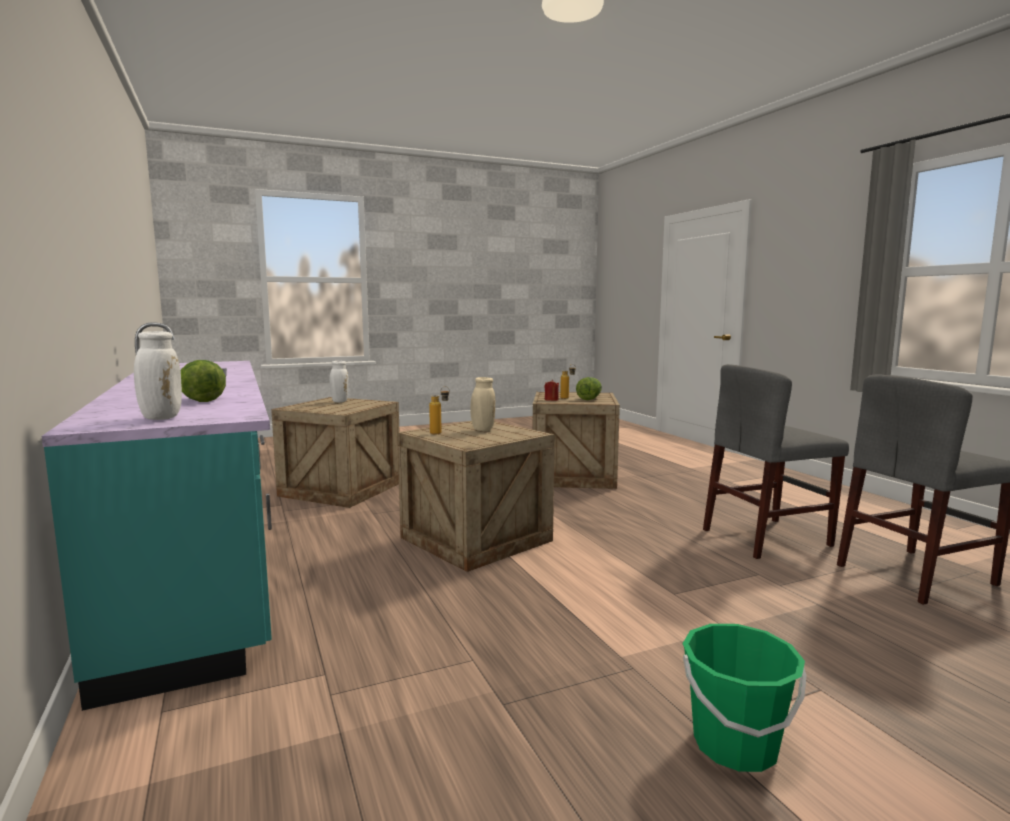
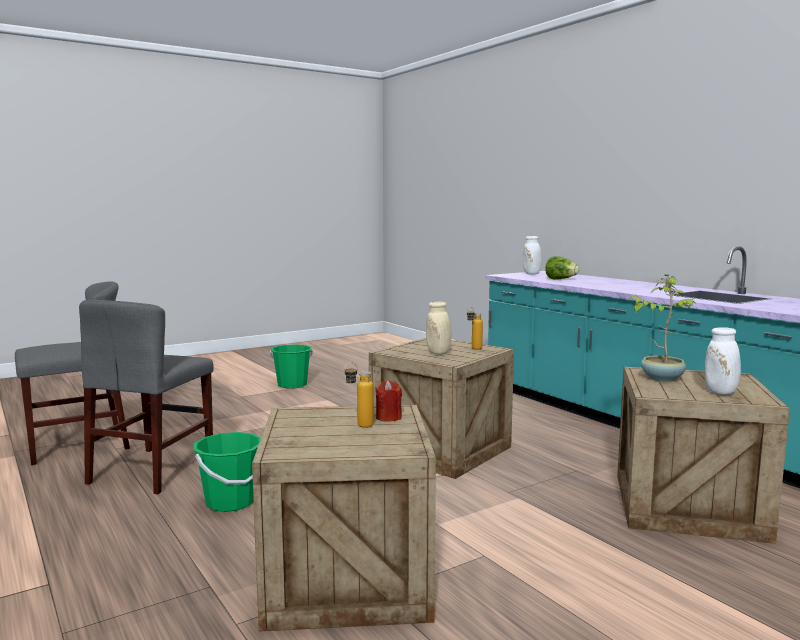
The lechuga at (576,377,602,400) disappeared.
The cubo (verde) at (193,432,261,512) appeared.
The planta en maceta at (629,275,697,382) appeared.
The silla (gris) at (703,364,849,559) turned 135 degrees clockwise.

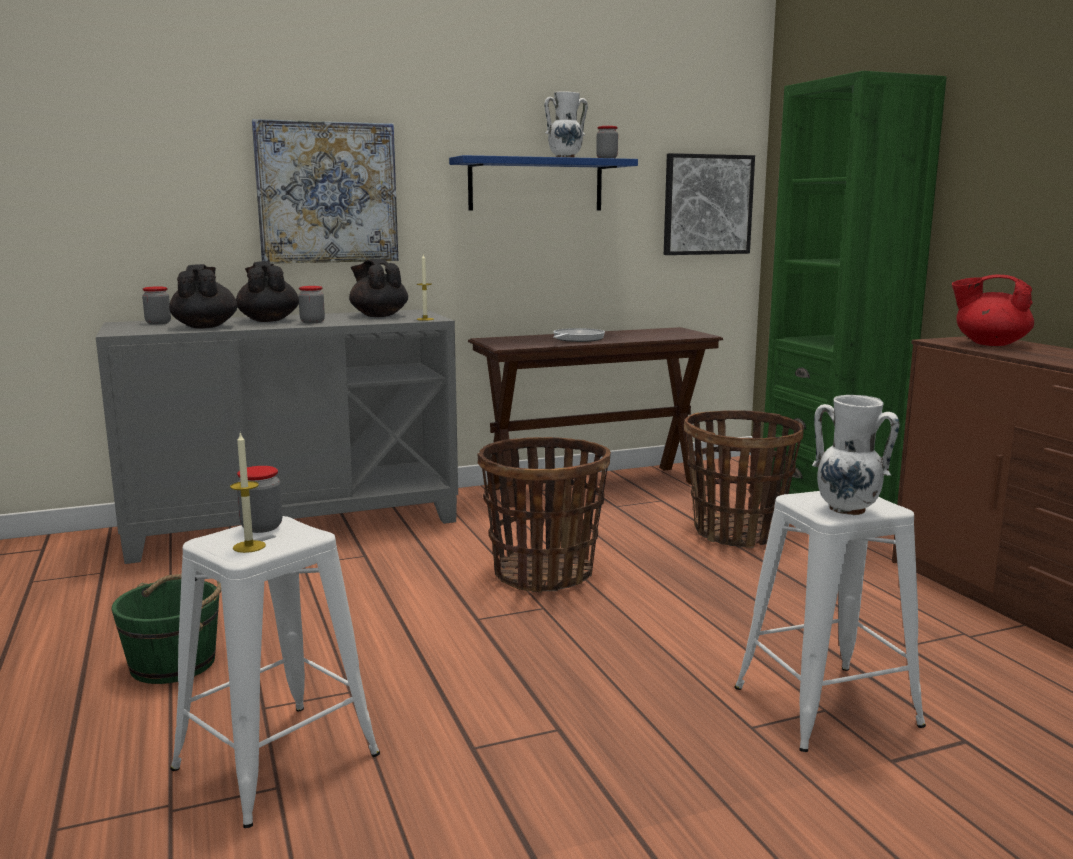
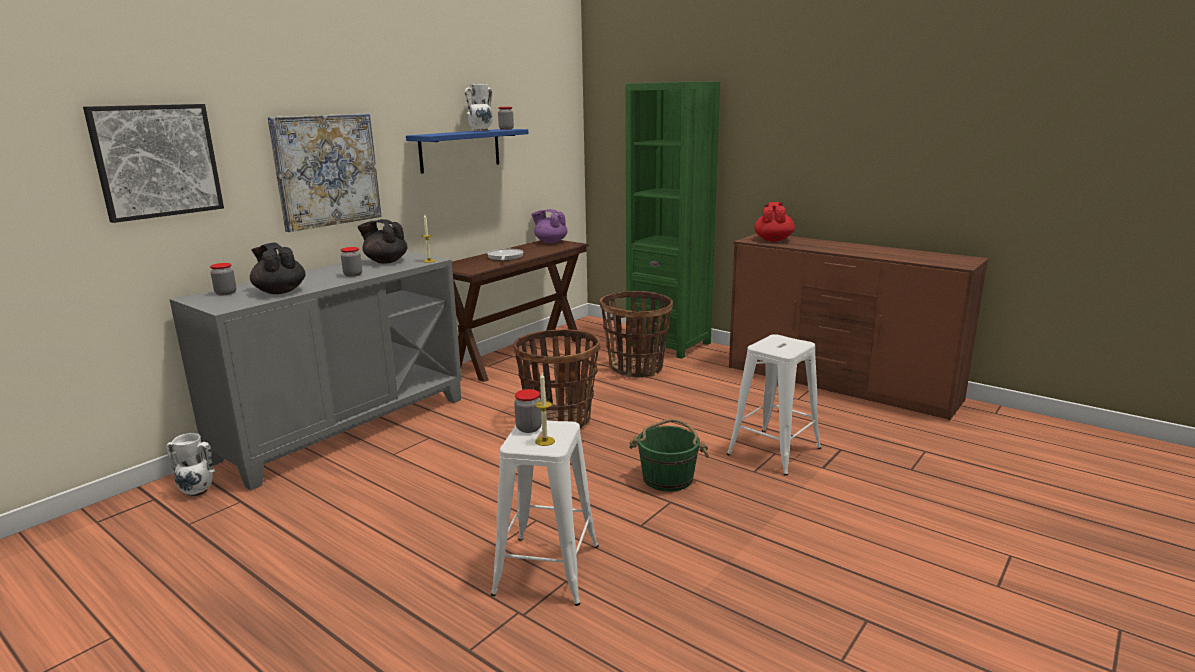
The tetera (negro) at (236,261,299,322) disappeared.
The tetera (morado) at (531,209,568,243) appeared.
The cubo (verde) moved from (112,574,221,684) to (629,419,709,491).
The cuadro moved from (664,153,755,255) to (83,104,224,223).
The florero (blanco) moved from (812,395,899,515) to (166,433,215,496).
The tetera (rojo) at (952,274,1034,346) turned 105 degrees clockwise.

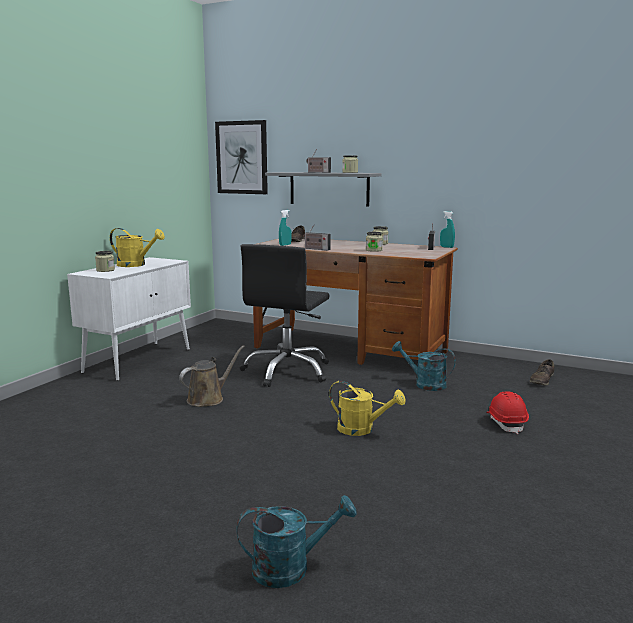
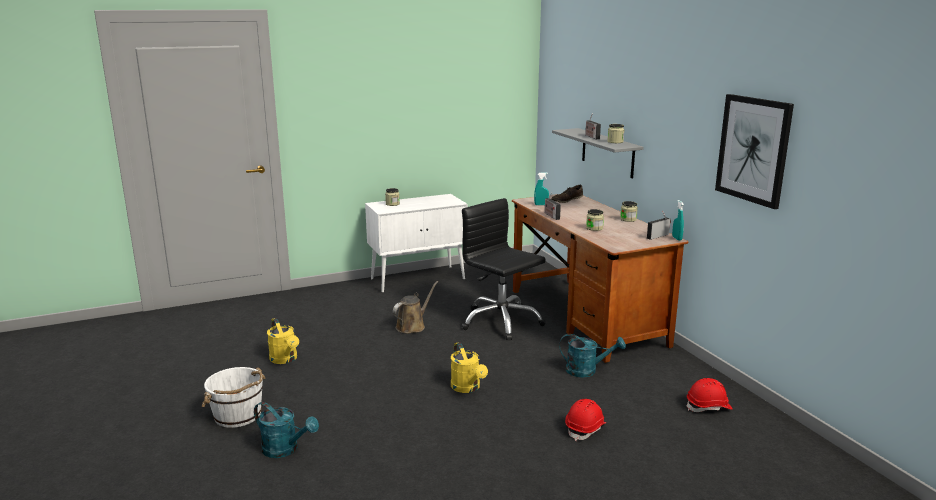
The cubo (blanco) at (202,367,265,428) appeared.
The regadera (amarillo) moved from (110,228,165,267) to (267,318,299,364).
The cuadro moved from (215,120,268,194) to (715,94,794,209).
The zapato (marrón) at (530,359,554,385) was replaced by the casco (rojo) at (687,378,733,412).
The regadera (marrón) at (179,345,245,407) turned 45 degrees counterclockwise.
The silla de oficina (negro) at (240,244,330,387) turned 75 degrees clockwise.
The regadera (turquesa) at (392,341,456,391) turned 120 degrees clockwise.

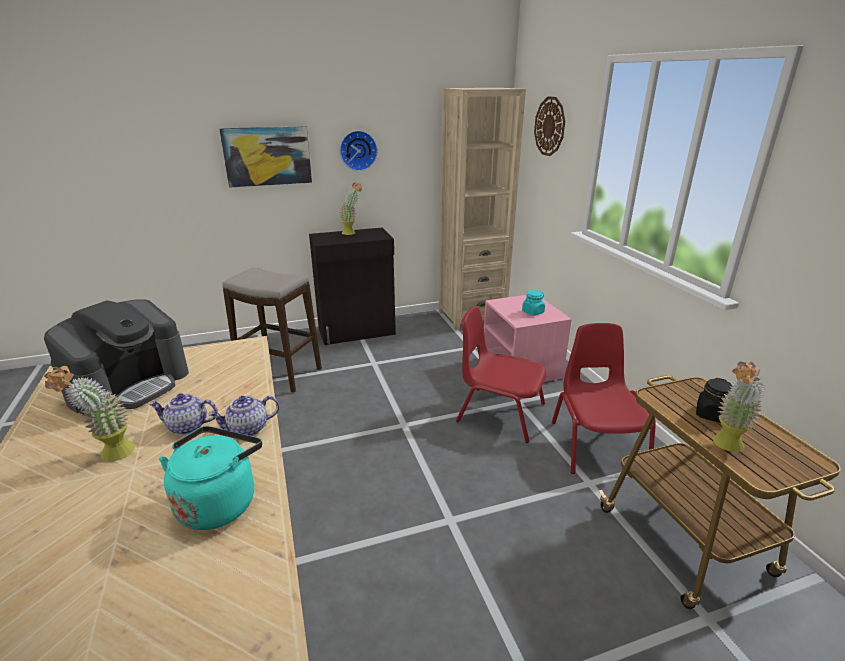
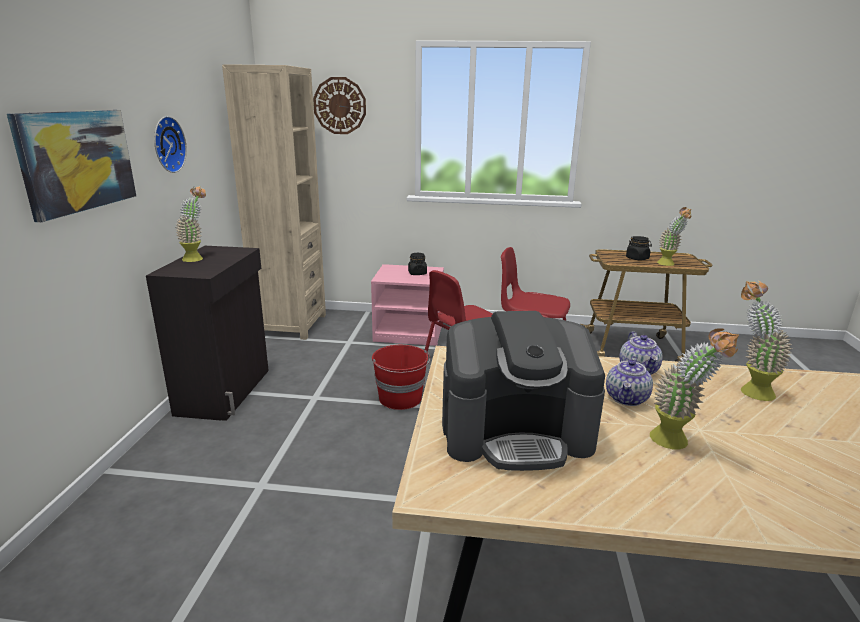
The taburete at (223,267,322,393) disappeared.
The cubo (rojo) at (372,345,430,410) appeared.
The hervidor (turquesa) at (159,426,262,530) was replaced by the planta en maceta at (741,280,792,401).
The tarro (turquesa) at (522,290,545,316) became the tarro (negro) at (408,253,427,275).
The cafetera at (44,299,189,415) turned 120 degrees clockwise.

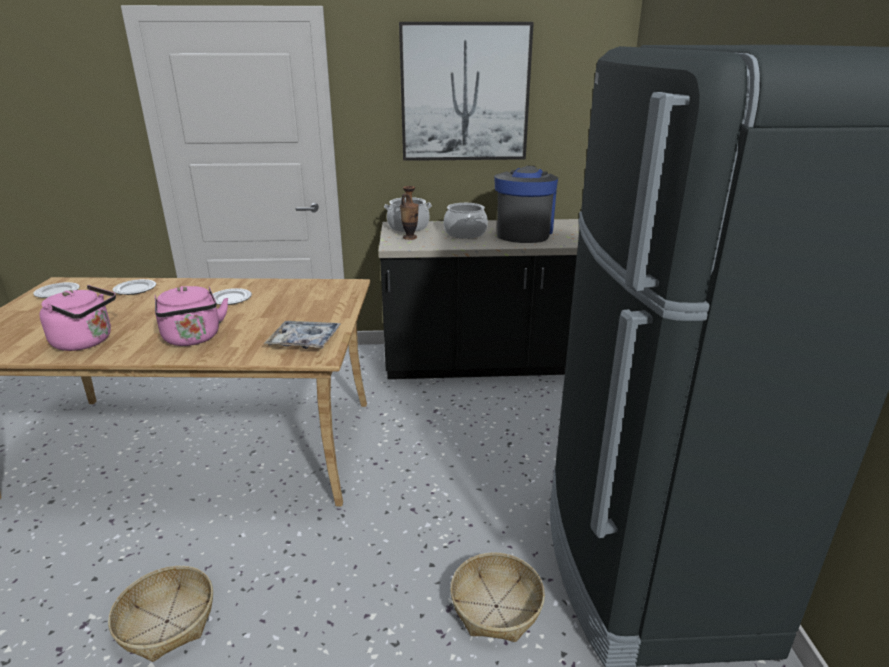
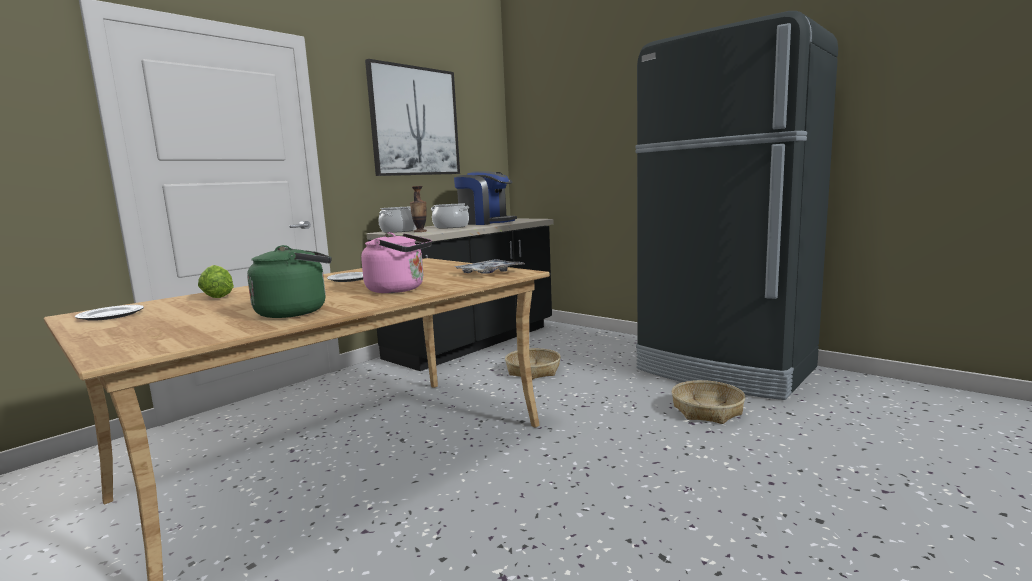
The cesta moved from (108,566,213,662) to (505,348,561,380).
The plato at (113,279,156,295) was replaced by the lechuga at (198,265,234,298).
The hervidor (rosa) at (39,285,116,351) became the hervidor (verde) at (247,245,332,318).
The cafetera at (494,166,558,243) turned 150 degrees clockwise.

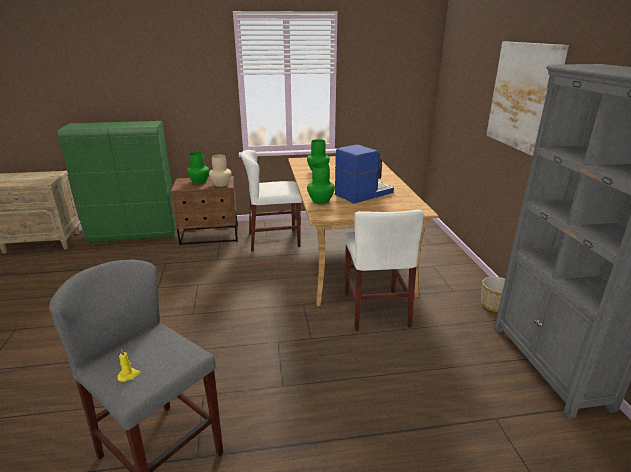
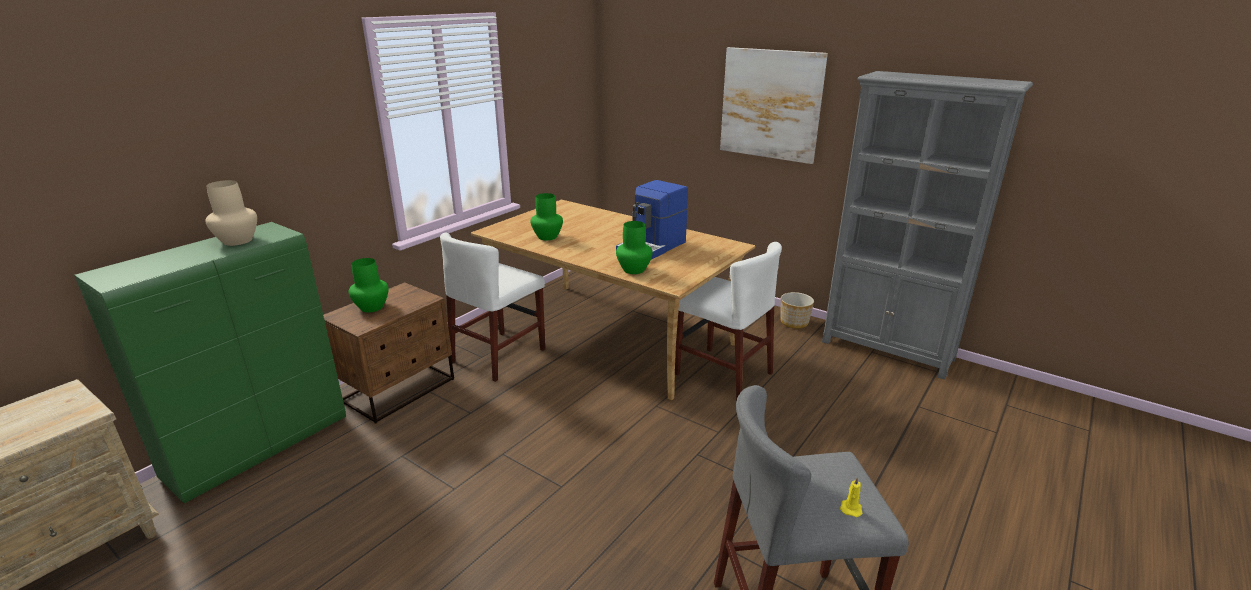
The florero (beis) moved from (209,154,231,187) to (205,180,257,246).
The cafetera at (335,144,394,204) turned 150 degrees counterclockwise.

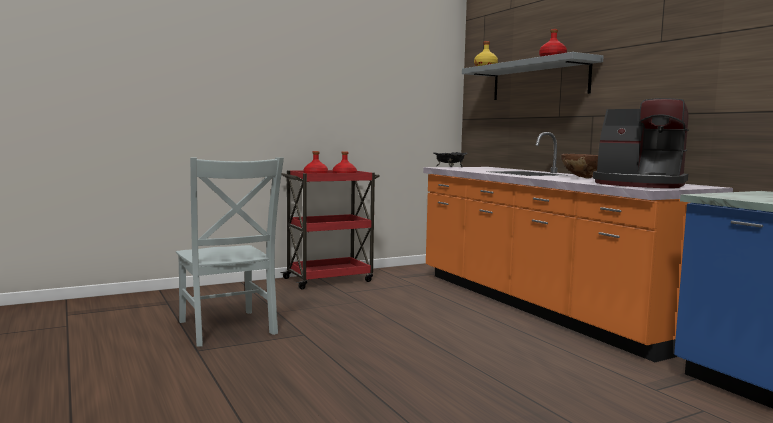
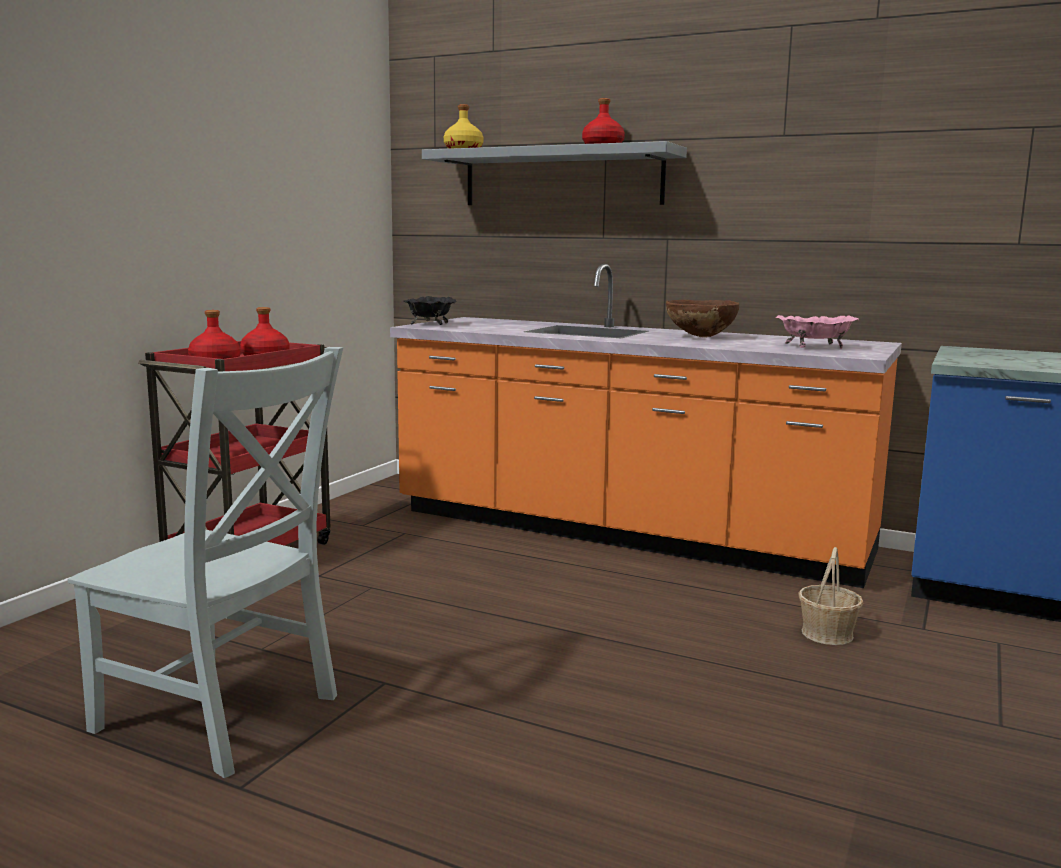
The cesta at (798,547,864,645) appeared.
The cafetera at (593,98,689,188) was replaced by the cuenco (rosa) at (775,315,859,349).

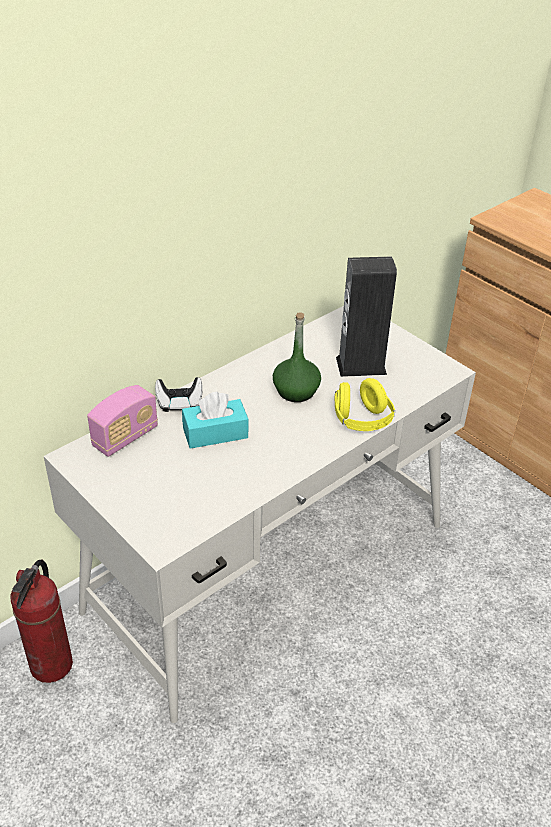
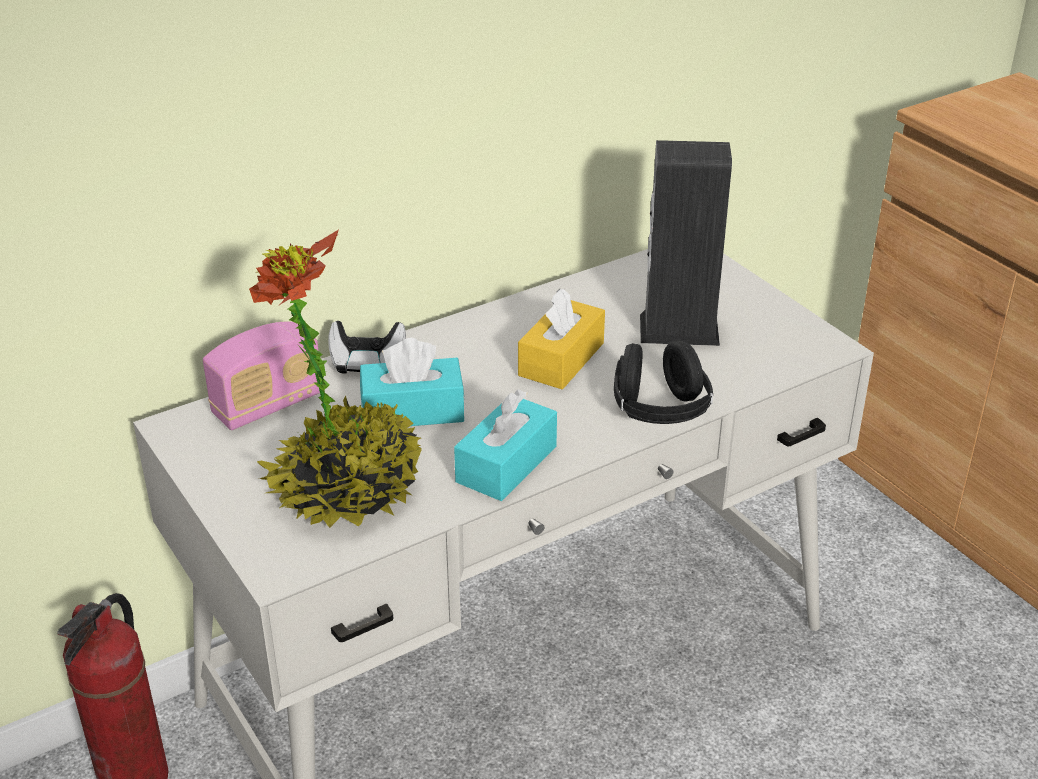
The planta en maceta at (249,229,422,528) appeared.
The caja de pañuelos (turquesa) at (454,389,557,501) appeared.
The botella (verde) at (273,312,321,402) was replaced by the caja de pañuelos (amarillo) at (518,289,605,389).
The auriculares (amarillo) at (334,378,395,431) became the auriculares (negro) at (614,340,713,424).

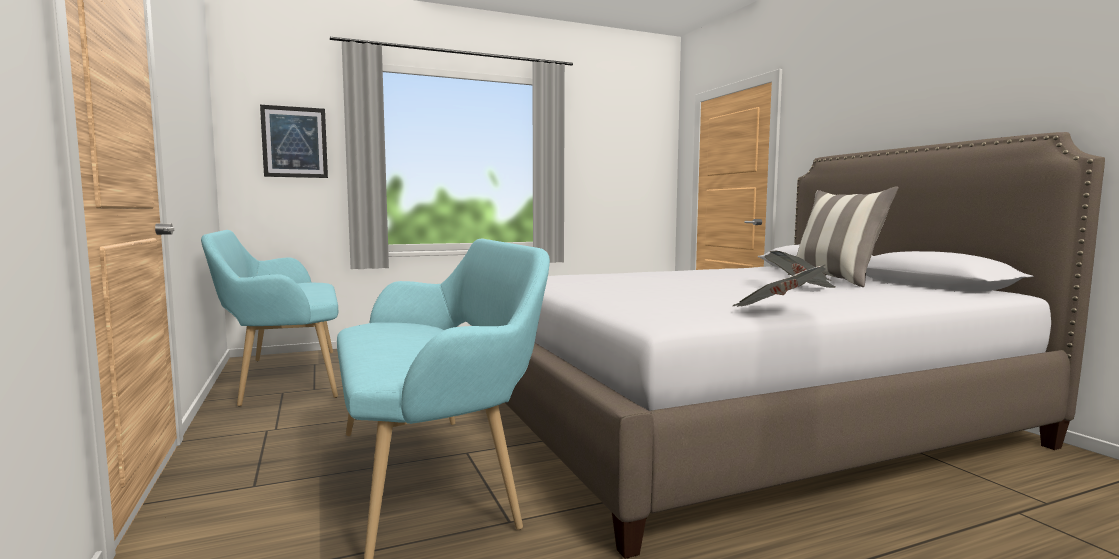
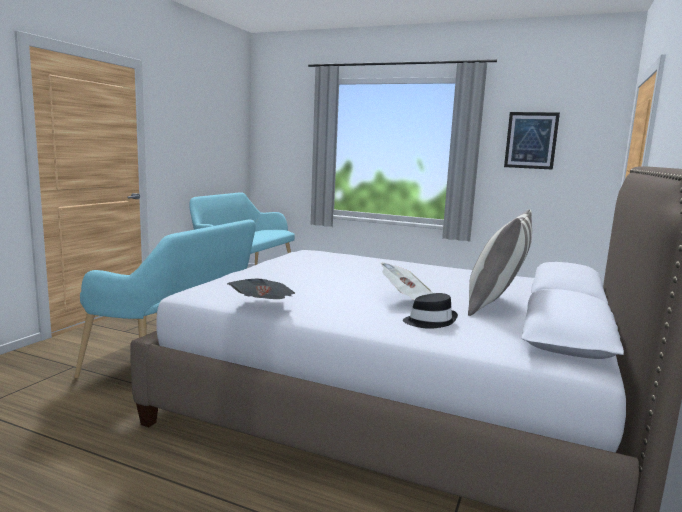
The sombrero (negro) at (403,293,458,329) appeared.
The cuadro moved from (260,105,328,178) to (504,112,560,170).

